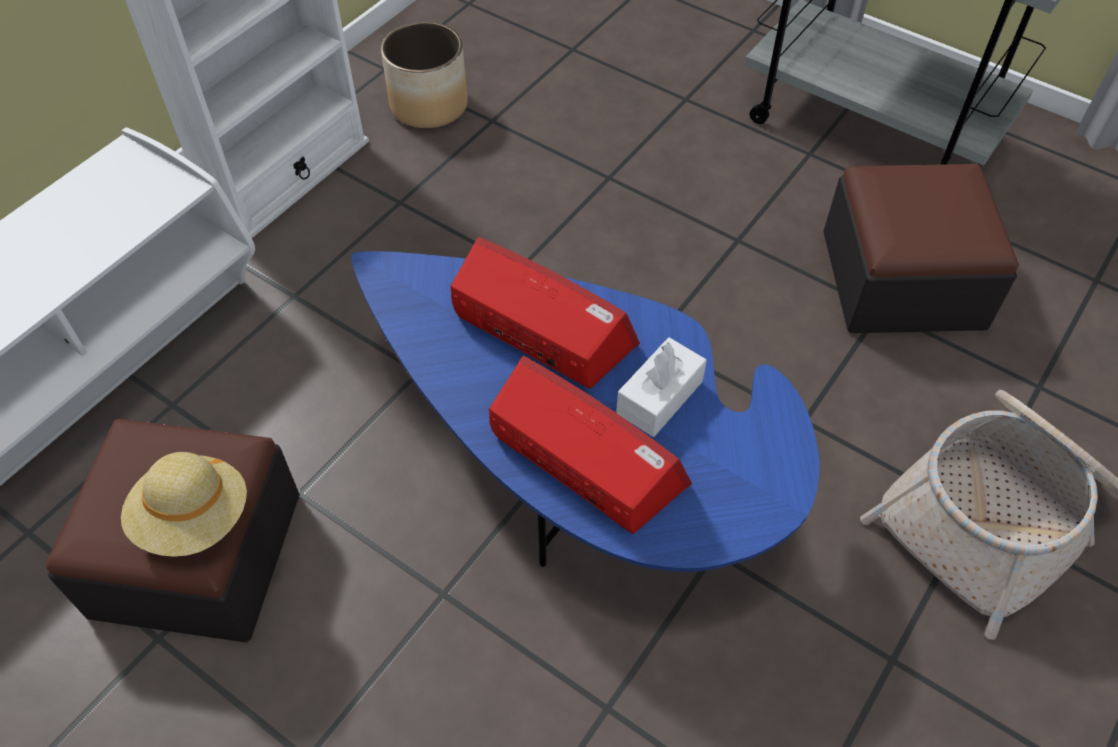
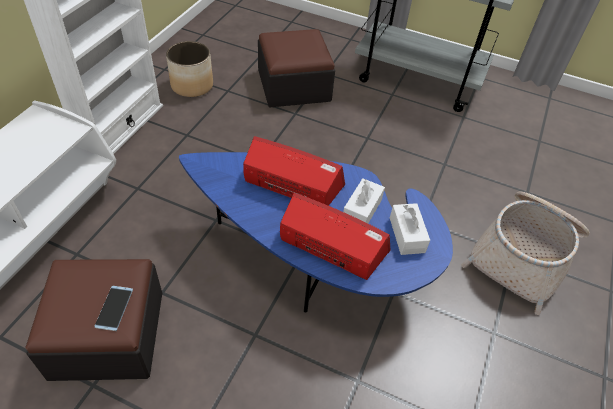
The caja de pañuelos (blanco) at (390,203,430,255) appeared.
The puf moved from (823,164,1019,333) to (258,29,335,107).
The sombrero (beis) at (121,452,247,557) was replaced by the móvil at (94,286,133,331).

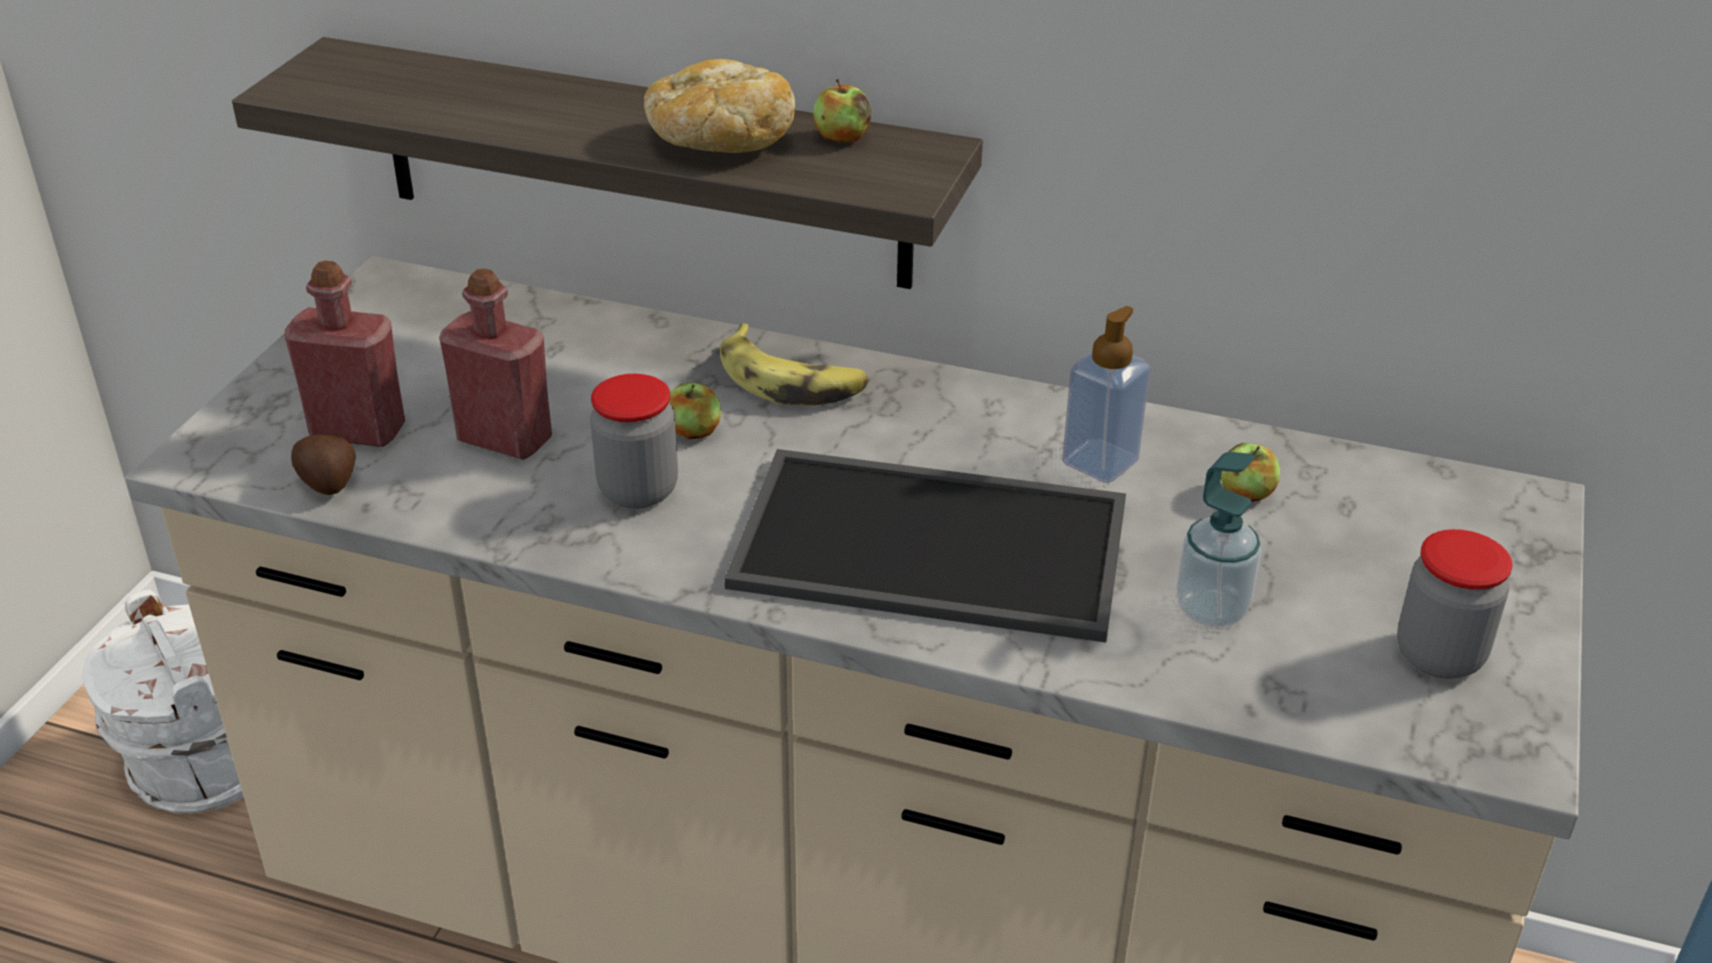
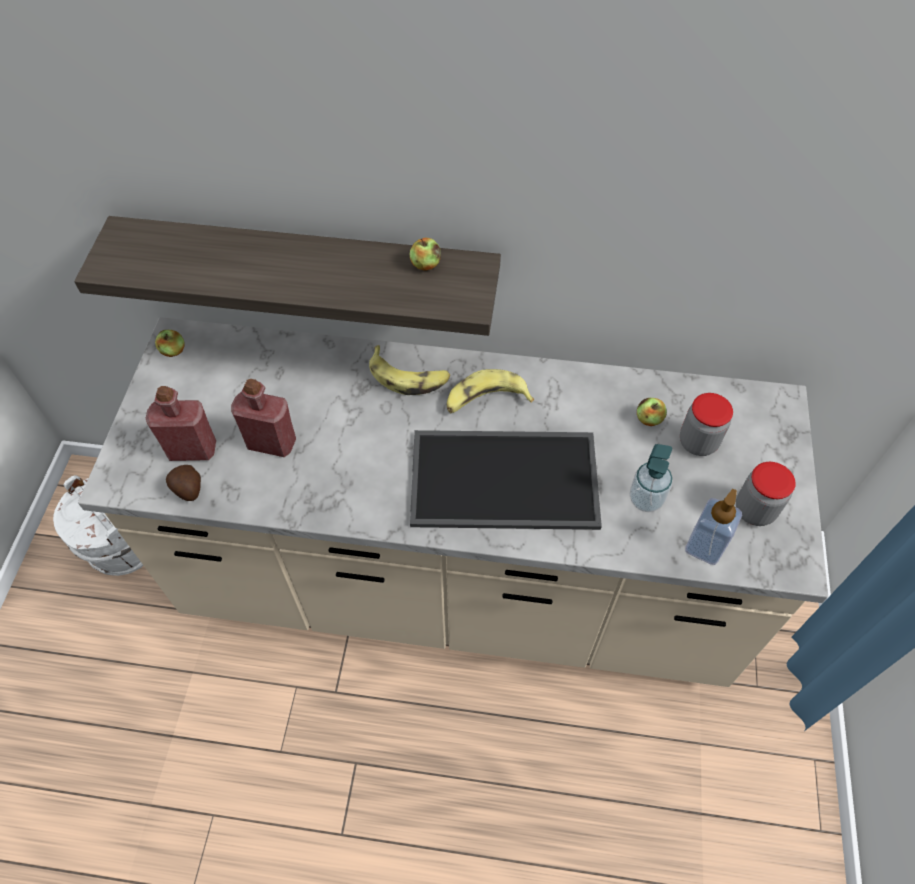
The pan at (644,59,795,153) disappeared.
The plátano at (447,369,534,413) appeared.
The tarro moved from (590,374,678,509) to (680,393,733,456).
The manzana moved from (669,382,721,439) to (155,330,185,357).
The dispensador de jabón moved from (1062,306,1150,483) to (685,489,742,565).

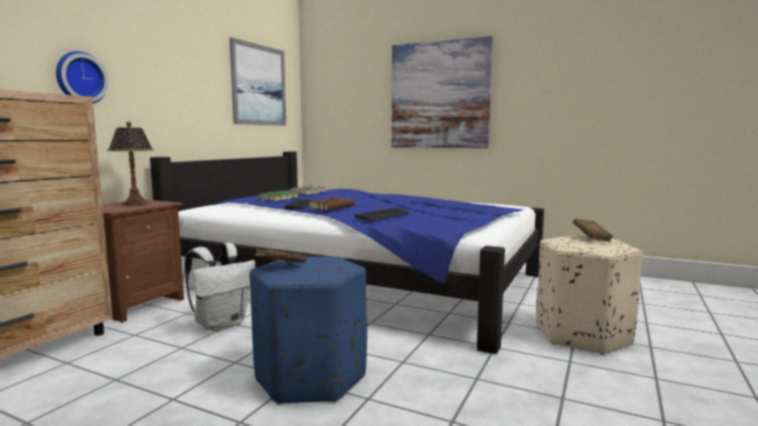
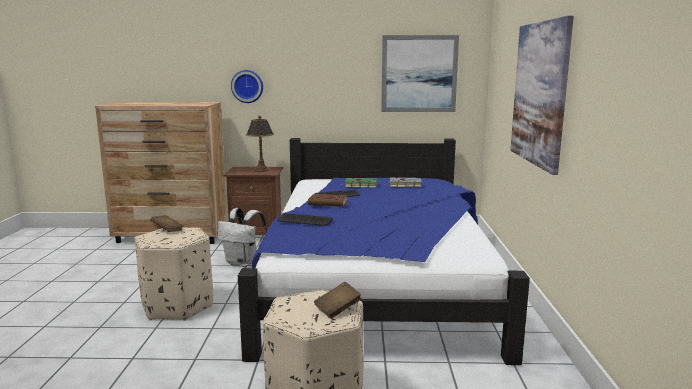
The puf (azul) at (250,256,367,405) became the puf (beis) at (135,227,213,320).

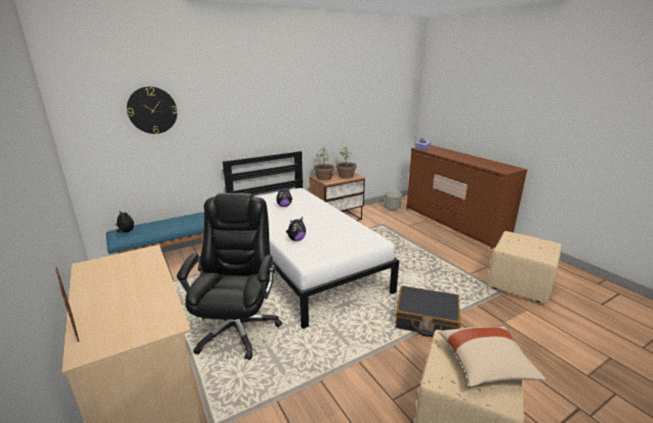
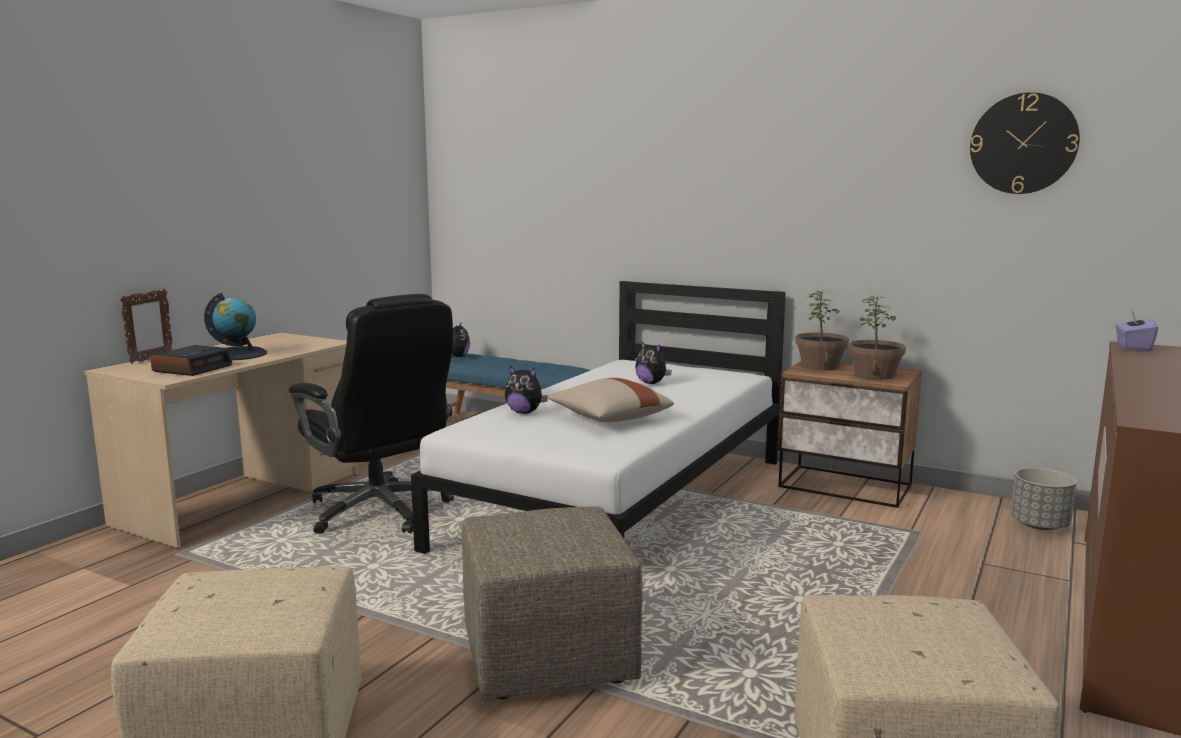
The despertador at (150,345,232,376) appeared.
The globo terráqueo at (204,293,267,361) appeared.
The reloj de pared moved from (127,87,177,134) to (970,92,1080,194).
The cojín (beis) moved from (439,326,546,387) to (547,378,674,422).
The maleta (negro) at (395,286,461,337) was replaced by the puf (beis) at (462,506,642,700).
The silla de oficina (negro) at (177,193,282,360) turned 75 degrees clockwise.

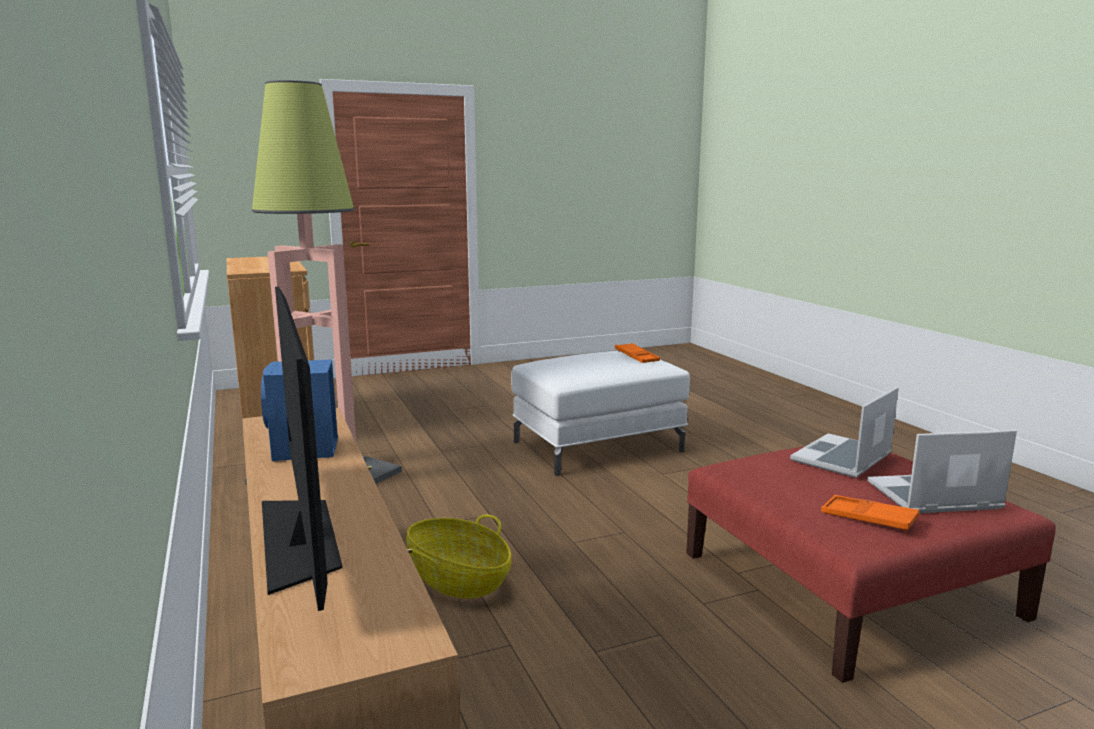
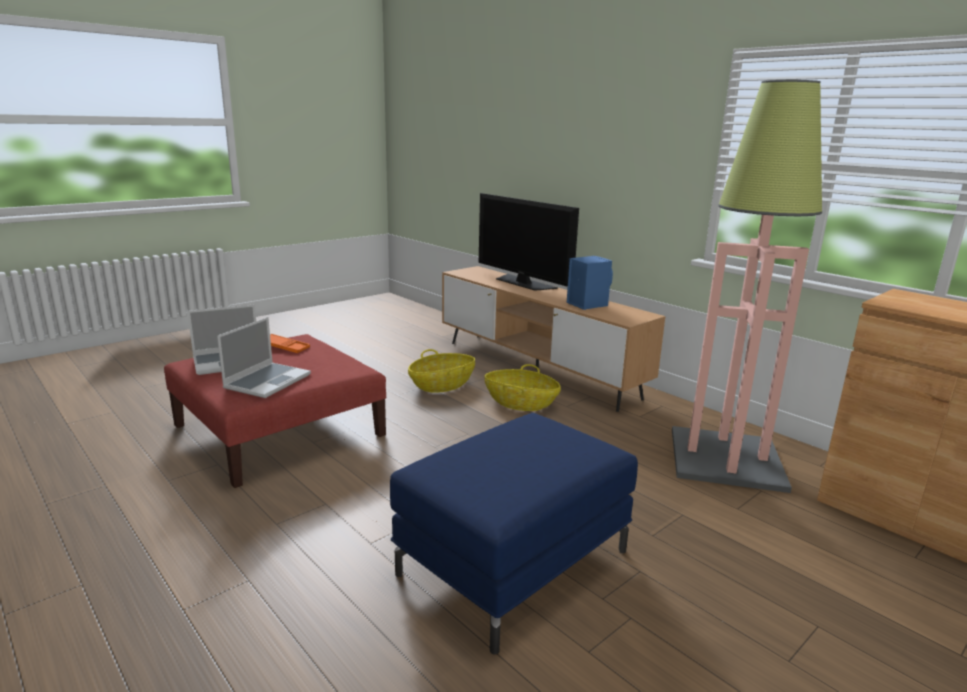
The bandeja (naranja) at (615,343,660,363) disappeared.
The cesta at (408,349,475,393) appeared.
The puf (blanco) at (511,350,690,476) became the puf (azul) at (390,413,638,655).

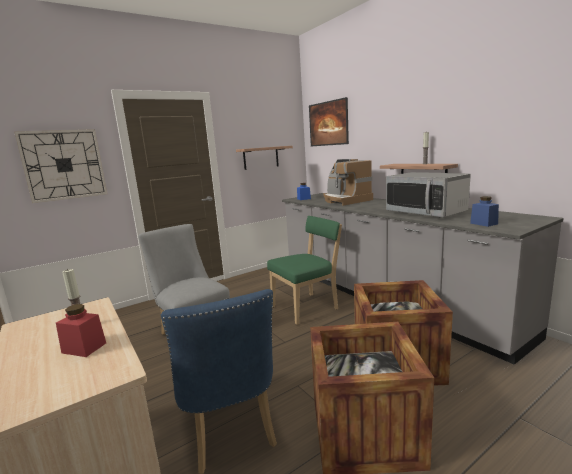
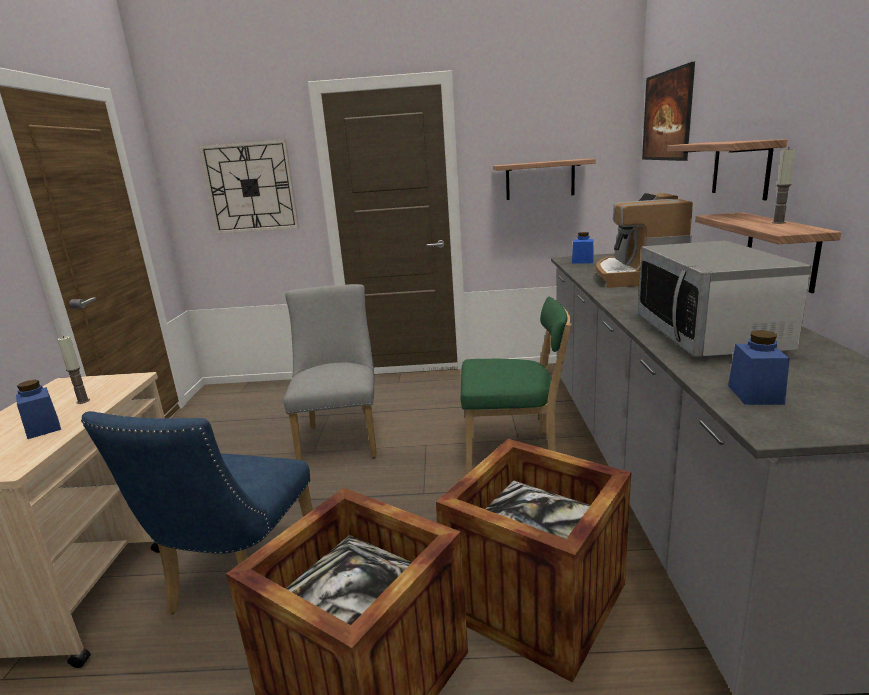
The estante at (667,139,787,200) appeared.
The tarro (rojo) at (56,304,106,357) became the tarro (azul) at (16,380,61,439).

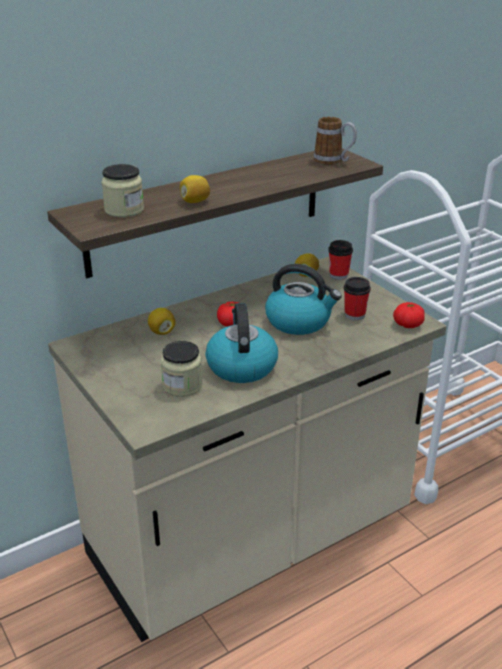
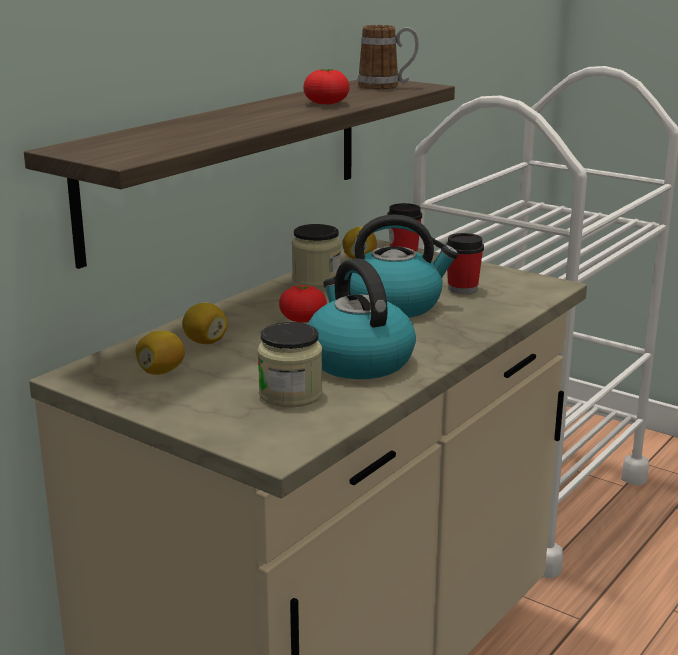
The tarro moved from (101,164,144,217) to (292,224,341,287).
The limón moved from (180,175,210,203) to (135,331,185,375).
The tomate moved from (393,302,425,328) to (303,69,350,105).

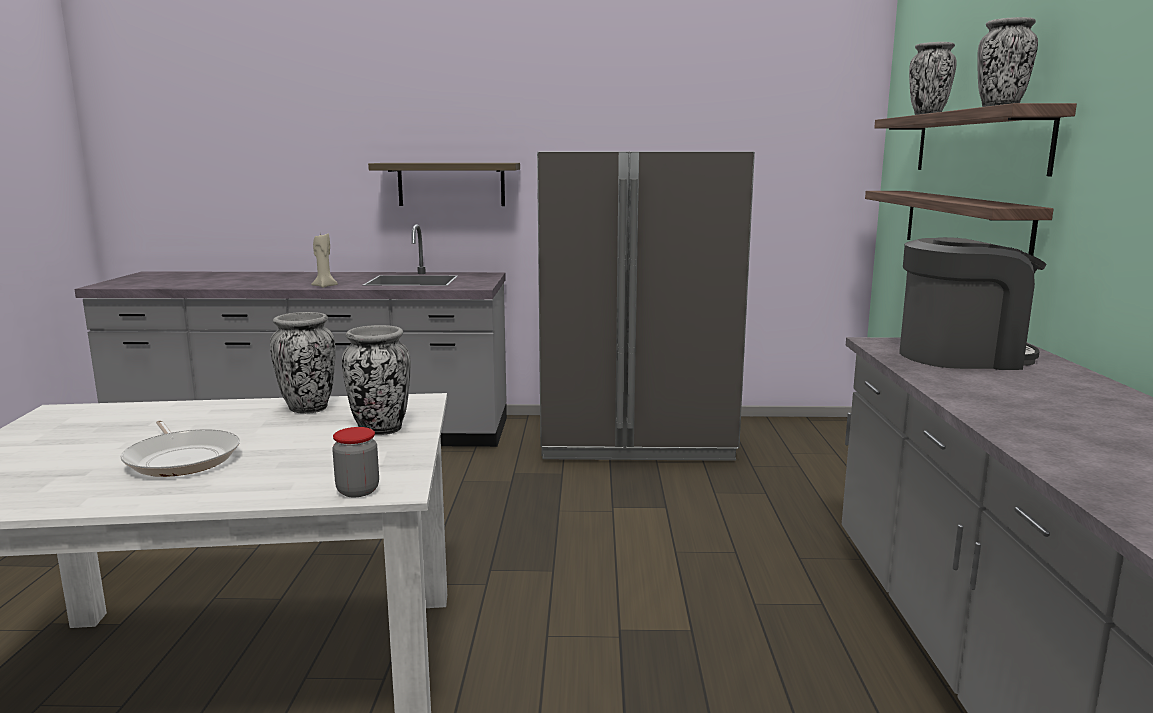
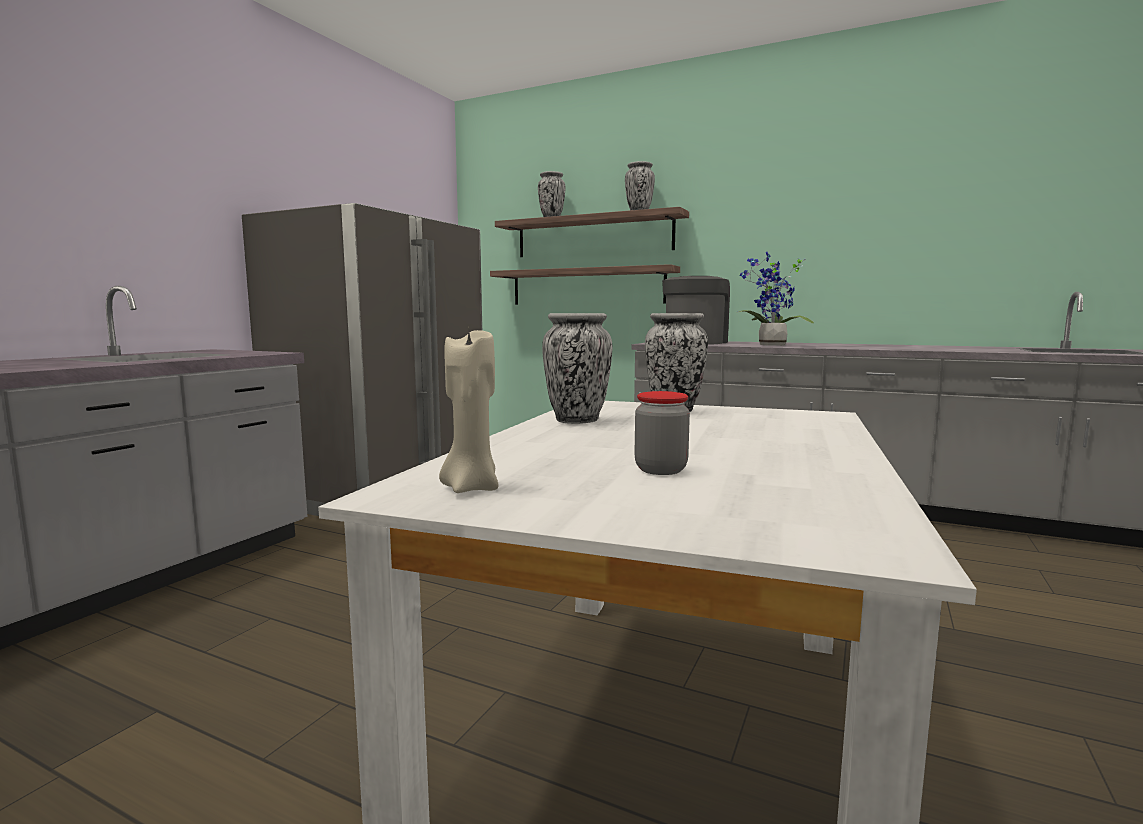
The sartén at (121,420,240,477) disappeared.
The estante at (368,163,520,206) disappeared.
The planta en maceta at (739,252,814,346) appeared.
The vela (beis) moved from (311,233,338,288) to (439,329,499,493).
The tarro moved from (332,427,379,497) to (634,391,690,475).

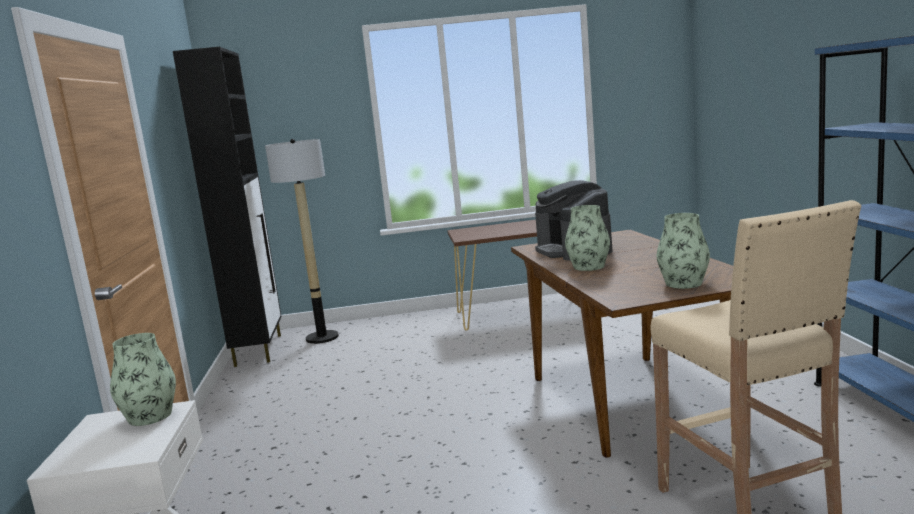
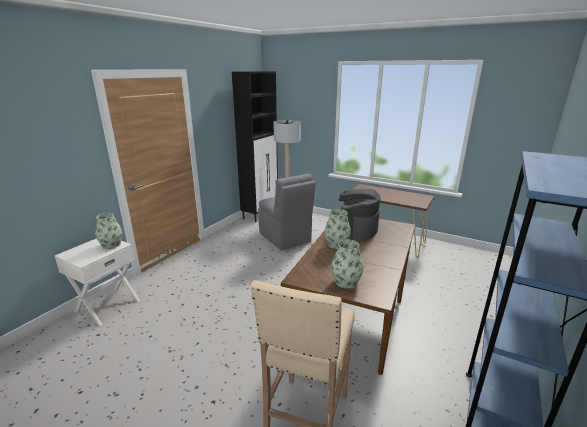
The silla (gris) at (258,174,316,251) appeared.

